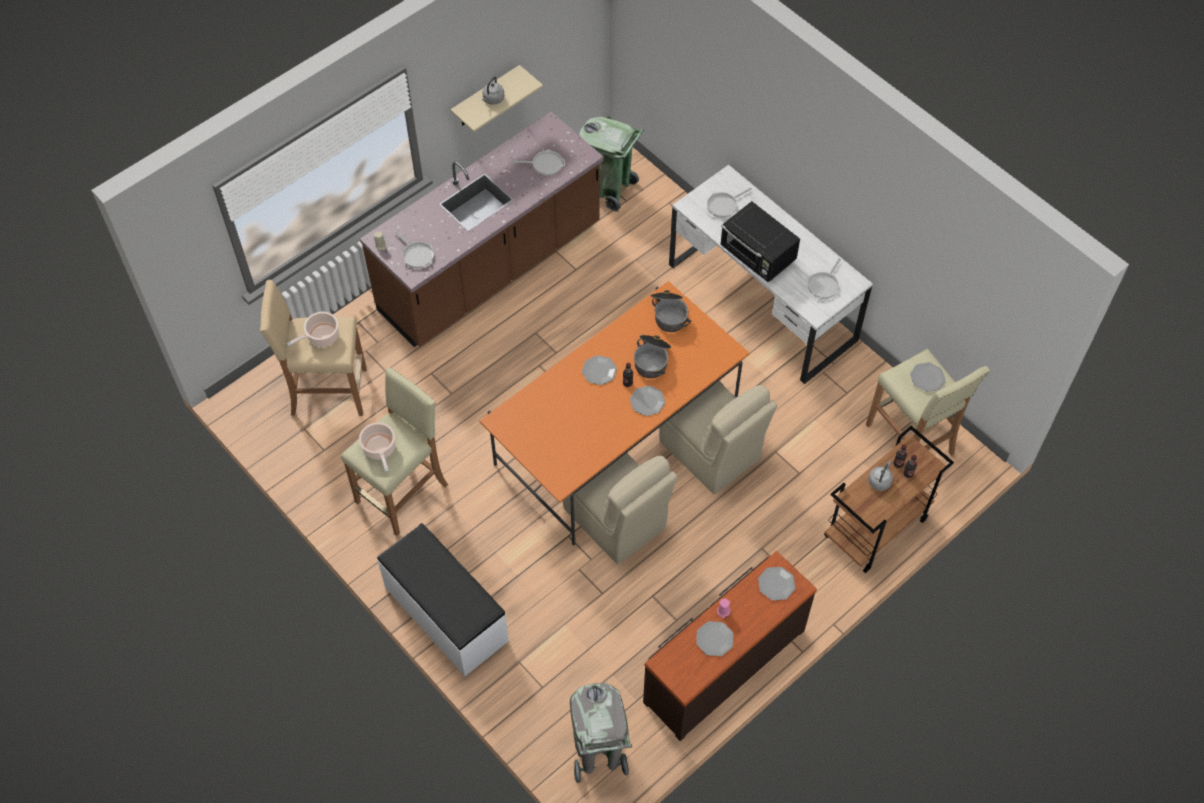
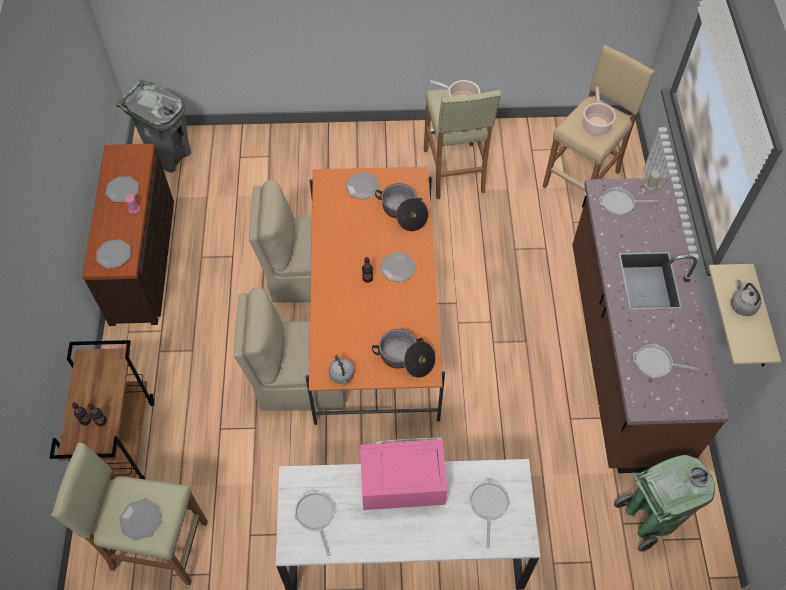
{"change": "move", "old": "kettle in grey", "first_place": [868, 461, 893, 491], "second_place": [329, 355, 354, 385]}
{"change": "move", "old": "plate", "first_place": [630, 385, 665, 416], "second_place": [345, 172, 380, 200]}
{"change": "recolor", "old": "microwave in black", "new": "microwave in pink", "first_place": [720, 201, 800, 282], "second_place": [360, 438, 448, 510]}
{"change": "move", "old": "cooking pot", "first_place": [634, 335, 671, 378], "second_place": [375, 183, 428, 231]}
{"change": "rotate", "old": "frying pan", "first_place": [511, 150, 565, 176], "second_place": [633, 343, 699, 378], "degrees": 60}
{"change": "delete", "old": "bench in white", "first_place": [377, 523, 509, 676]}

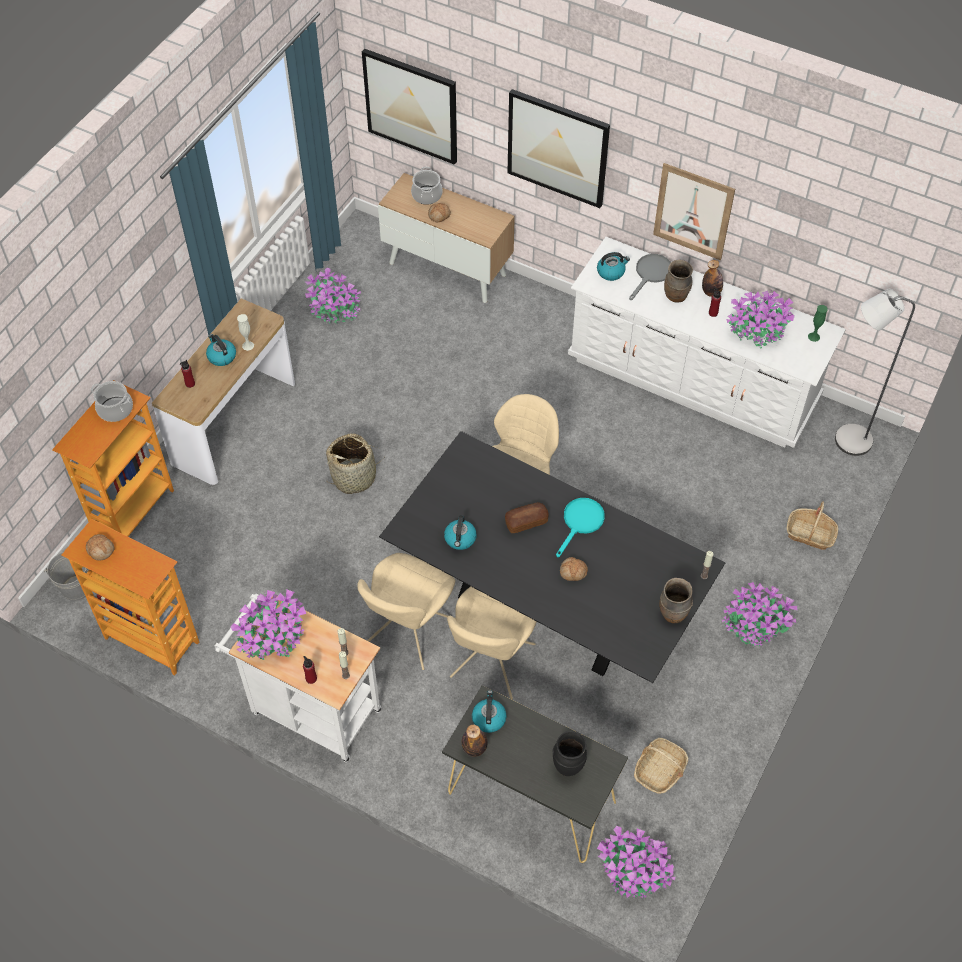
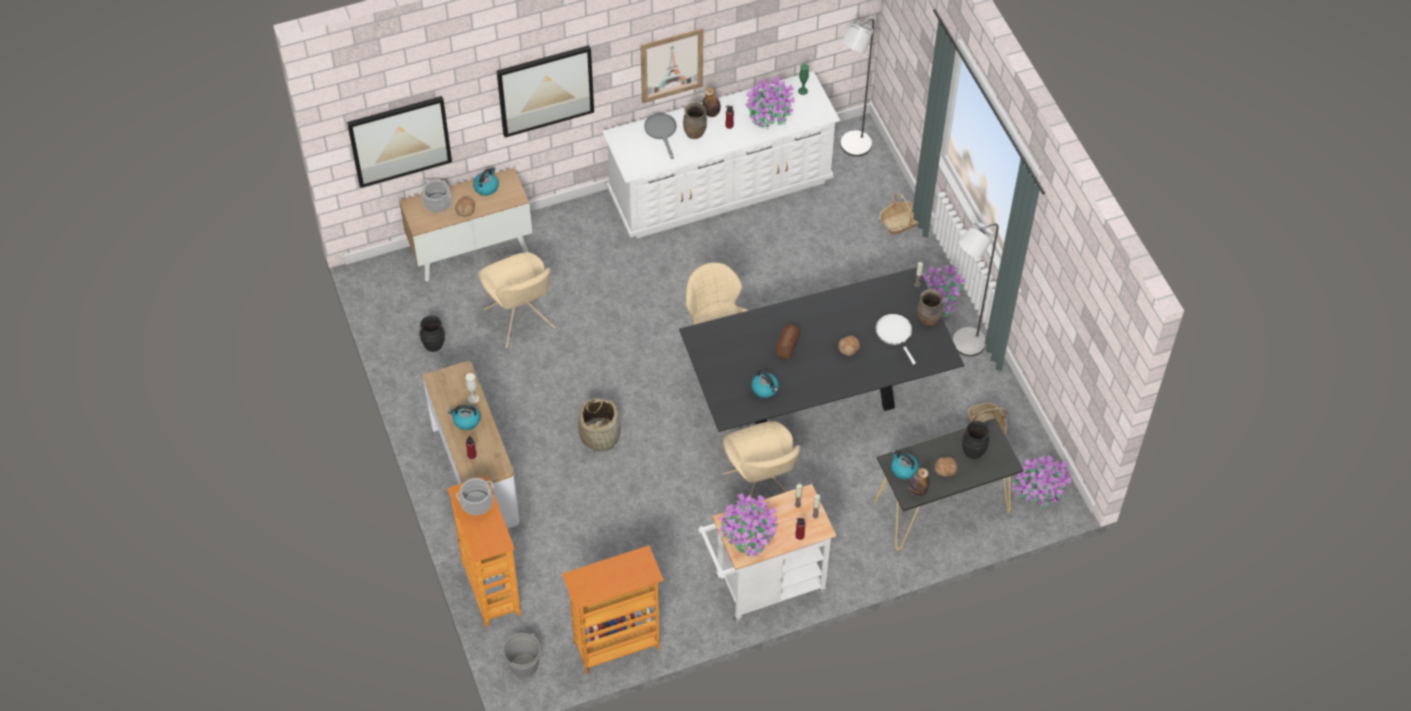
{"change": "replace", "old": "potted plant", "new": "vase in black", "first_place": [305, 268, 361, 324], "second_place": [419, 315, 445, 352]}
{"change": "move", "old": "kettle", "first_place": [597, 252, 630, 281], "second_place": [473, 167, 499, 196]}
{"change": "move", "old": "chair in beige", "first_place": [447, 587, 537, 699], "second_place": [479, 252, 555, 348]}
{"change": "insert", "new": "frying pan in white", "second_place": [876, 314, 916, 365]}
{"change": "move", "old": "bread", "first_place": [86, 534, 114, 561], "second_place": [934, 457, 958, 477]}
{"change": "insert", "new": "floor lamp in grey", "second_place": [952, 222, 999, 356]}
{"change": "delete", "old": "frying pan in turquoise", "first_place": [556, 498, 605, 557]}

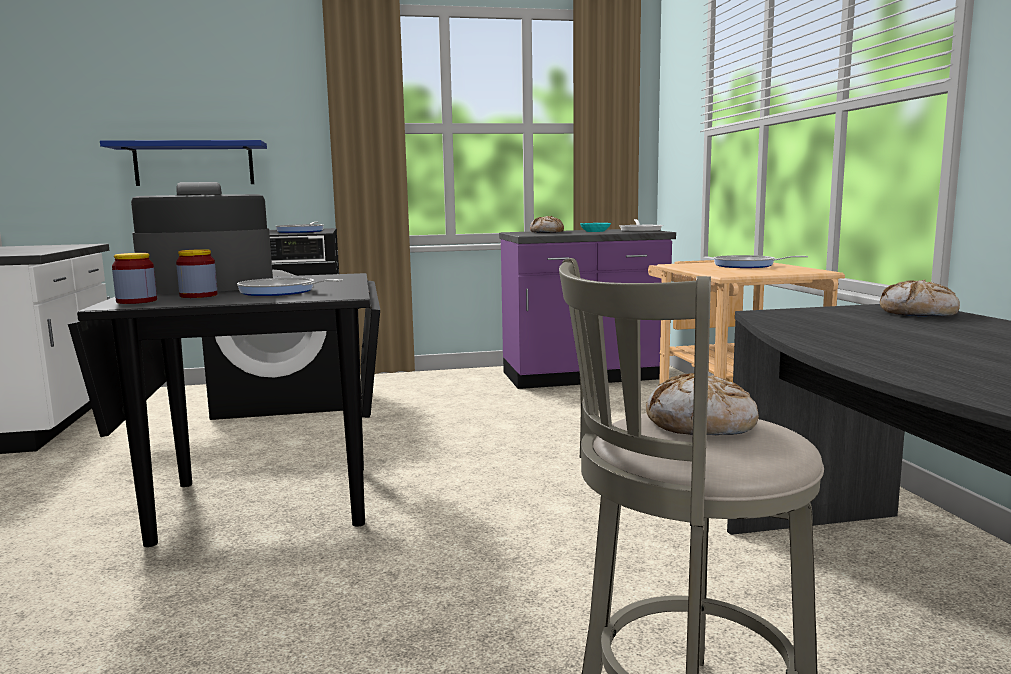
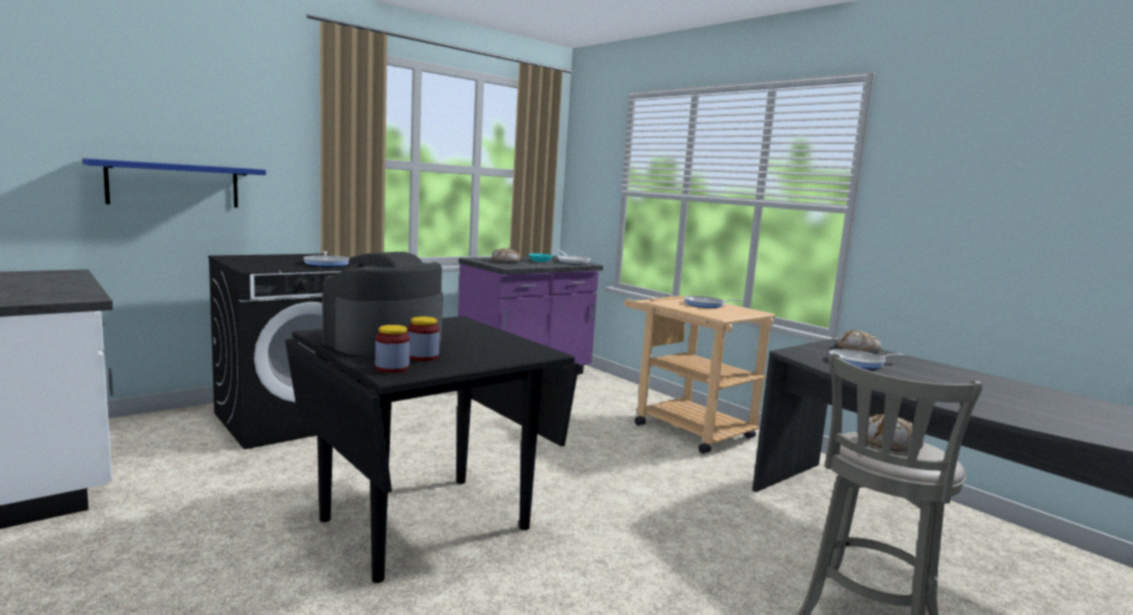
{"change": "move", "old": "frying pan", "first_place": [237, 278, 343, 296], "second_place": [829, 349, 904, 369]}

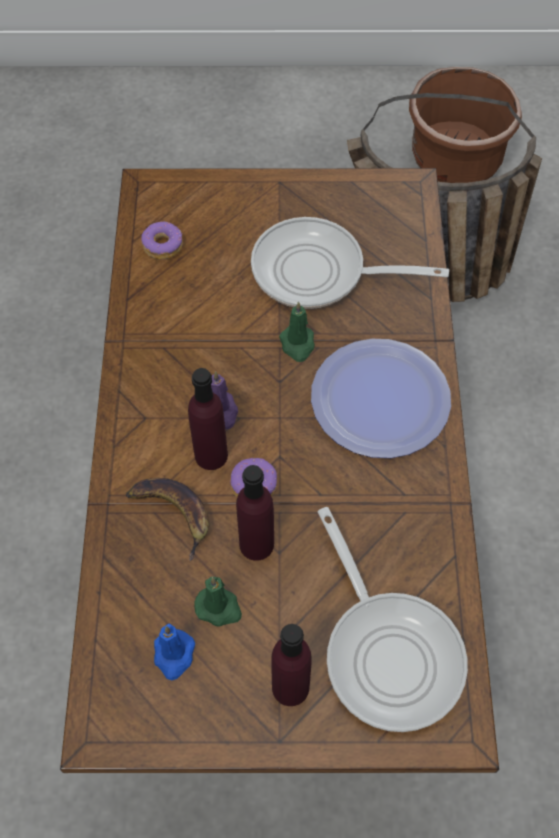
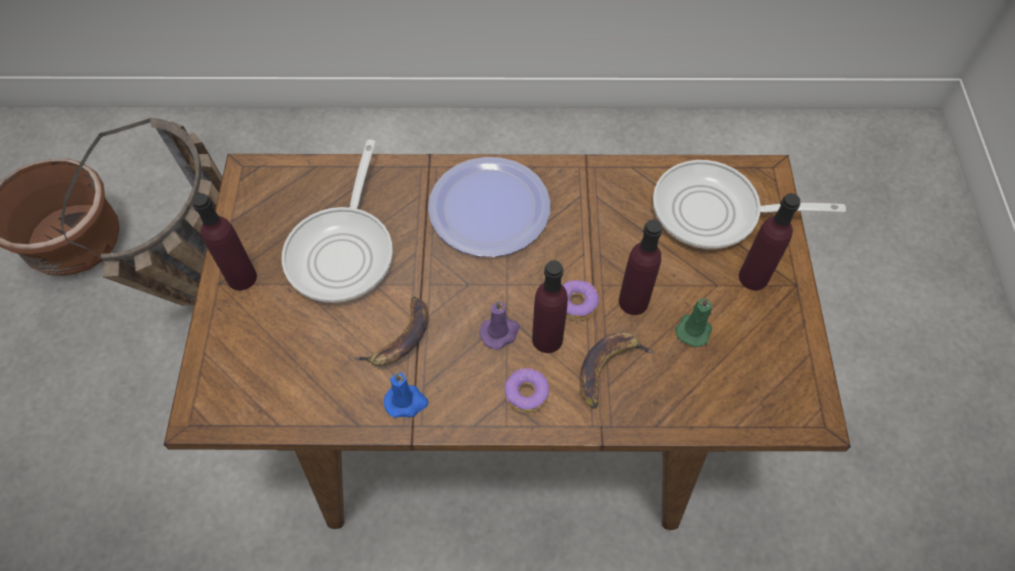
{"change": "insert", "new": "bottle in purple", "second_place": [192, 193, 257, 291]}
{"change": "insert", "new": "banana", "second_place": [354, 297, 429, 366]}
{"change": "move", "old": "candle in blue", "first_place": [154, 624, 195, 680], "second_place": [384, 372, 429, 418]}
{"change": "move", "old": "donut", "first_place": [141, 222, 183, 259], "second_place": [505, 368, 549, 413]}
{"change": "rotate", "old": "frying pan", "first_place": [318, 507, 468, 732], "second_place": [653, 160, 846, 249], "degrees": -150}
{"change": "delete", "old": "candle in green", "first_place": [279, 301, 315, 362]}

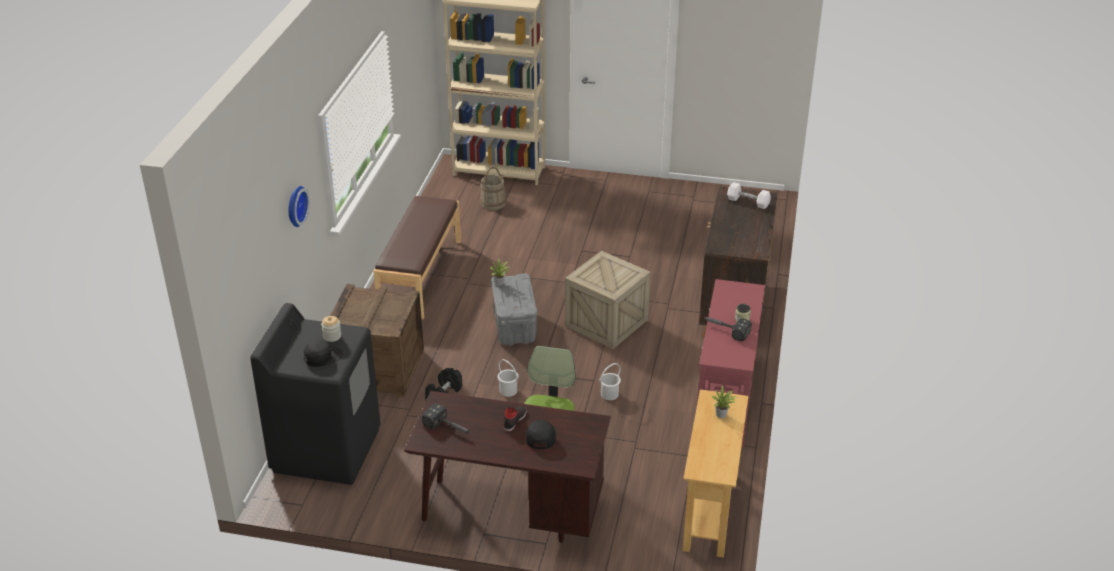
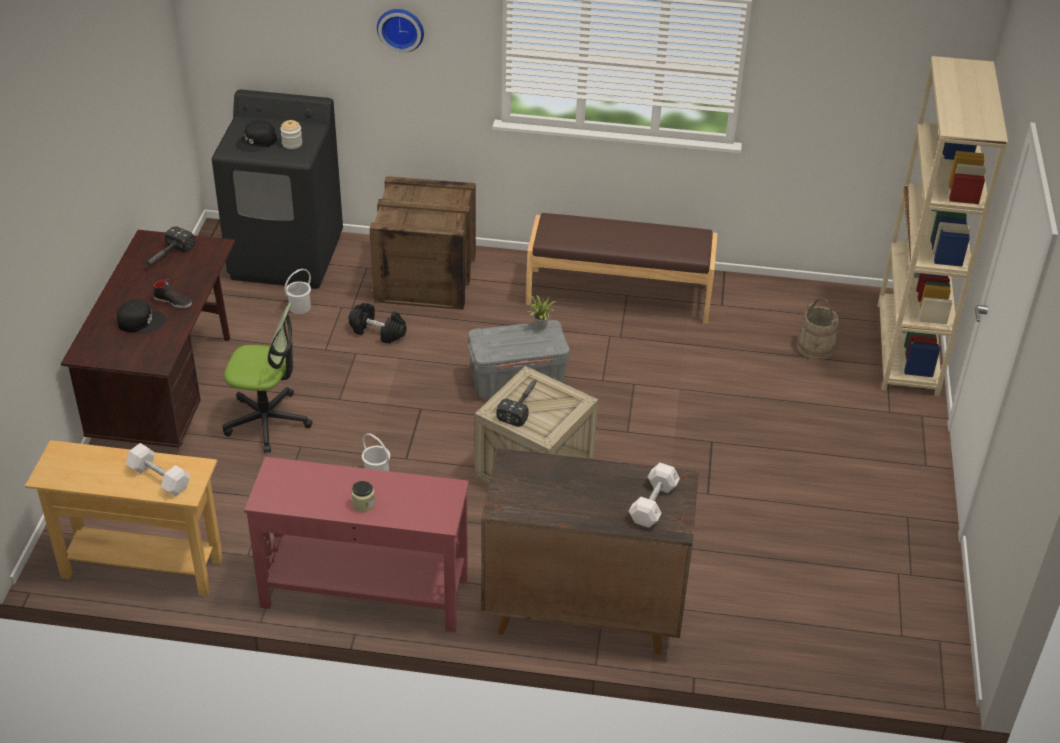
{"change": "replace", "old": "potted plant", "new": "dumbbell in white", "first_place": [712, 385, 738, 418], "second_place": [126, 443, 190, 496]}
{"change": "rotate", "old": "cap in black", "first_place": [304, 339, 343, 367], "second_place": [236, 120, 277, 152], "degrees": 75}
{"change": "move", "old": "bucket in white", "first_place": [498, 359, 519, 397], "second_place": [284, 269, 311, 314]}
{"change": "move", "old": "hammer", "first_place": [703, 317, 752, 341], "second_place": [496, 379, 537, 427]}

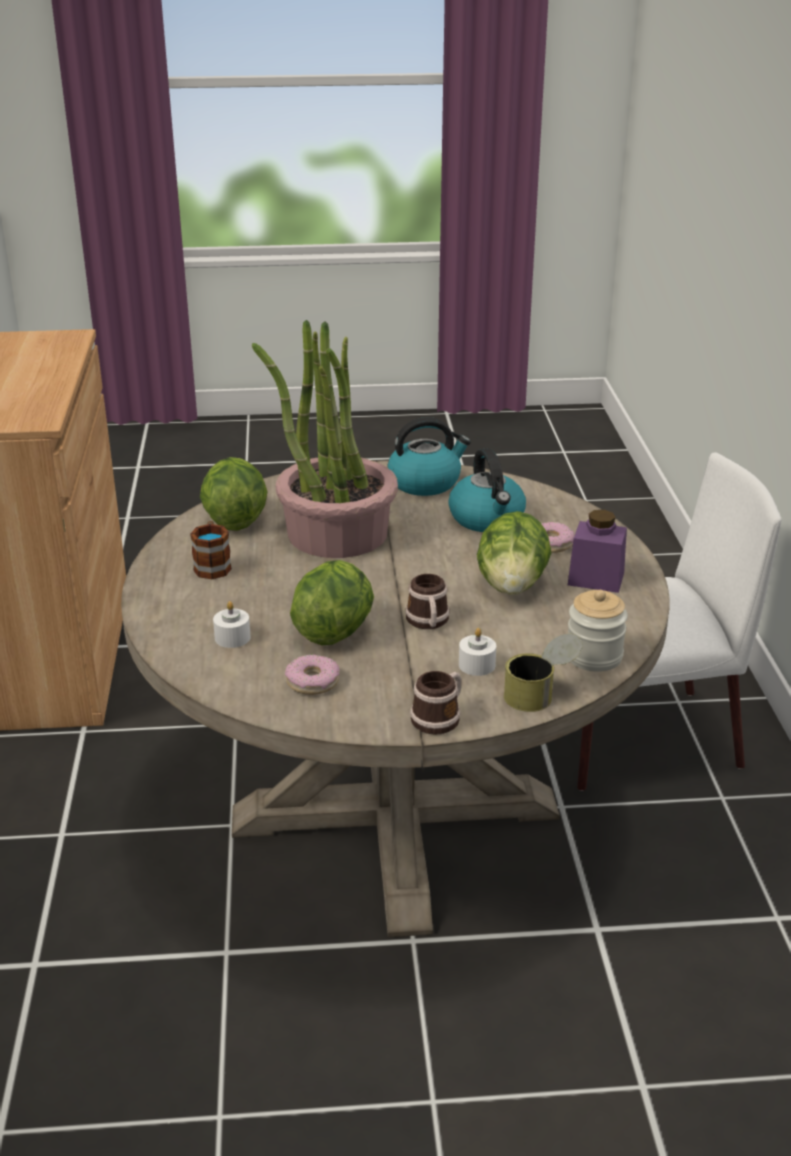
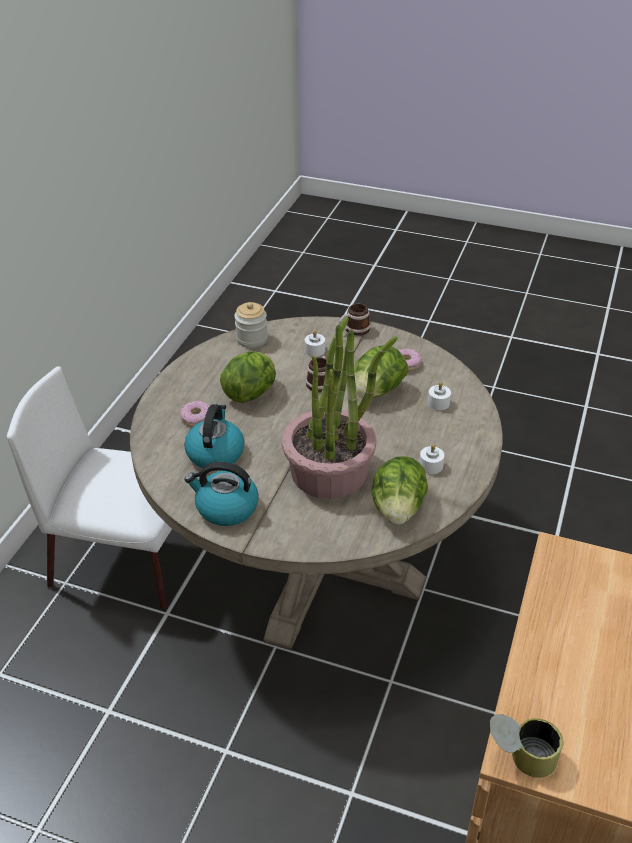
{"change": "replace", "old": "mug", "new": "candle in white", "first_place": [190, 521, 232, 579], "second_place": [419, 445, 444, 474]}
{"change": "move", "old": "can", "first_place": [504, 634, 583, 712], "second_place": [490, 714, 563, 778]}
{"change": "delete", "old": "jar in purple", "first_place": [568, 510, 627, 593]}

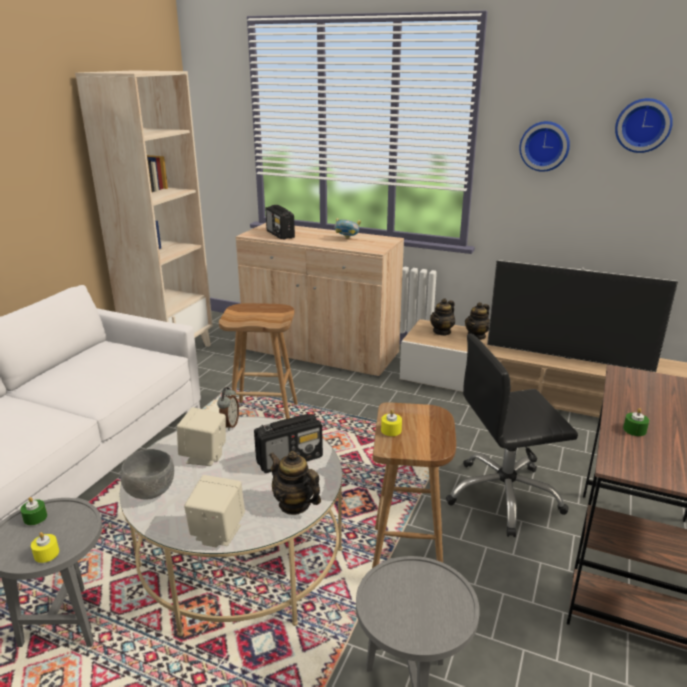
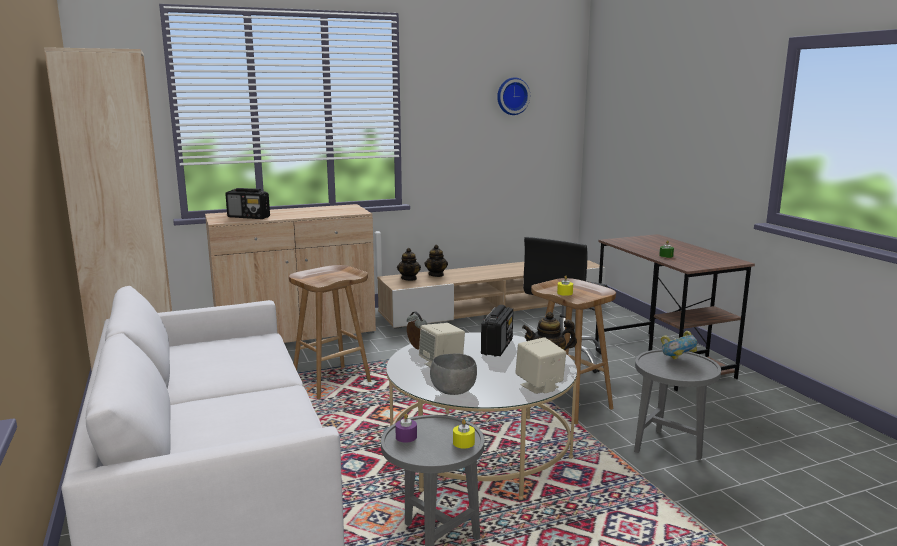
{"change": "recolor", "old": "candle in green", "new": "candle in purple", "first_place": [20, 497, 47, 525], "second_place": [395, 414, 417, 442]}
{"change": "move", "old": "bowl", "first_place": [334, 218, 361, 239], "second_place": [661, 331, 697, 360]}
{"change": "delete", "old": "television", "first_place": [487, 260, 678, 372]}
{"change": "delete", "old": "wall clock", "first_place": [519, 121, 570, 172]}

